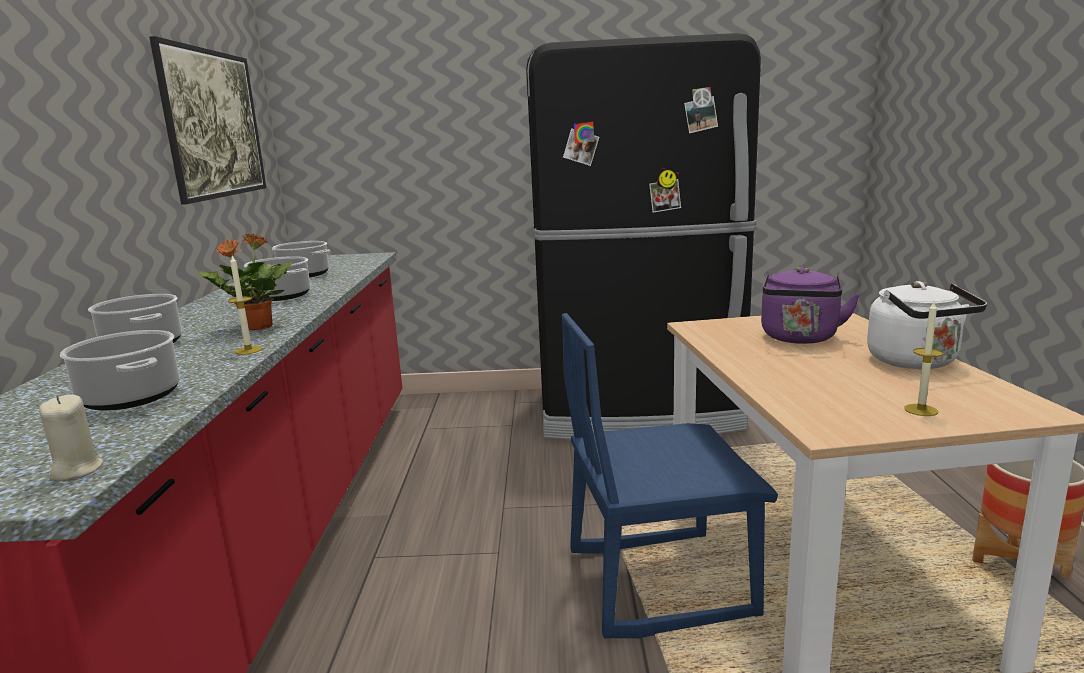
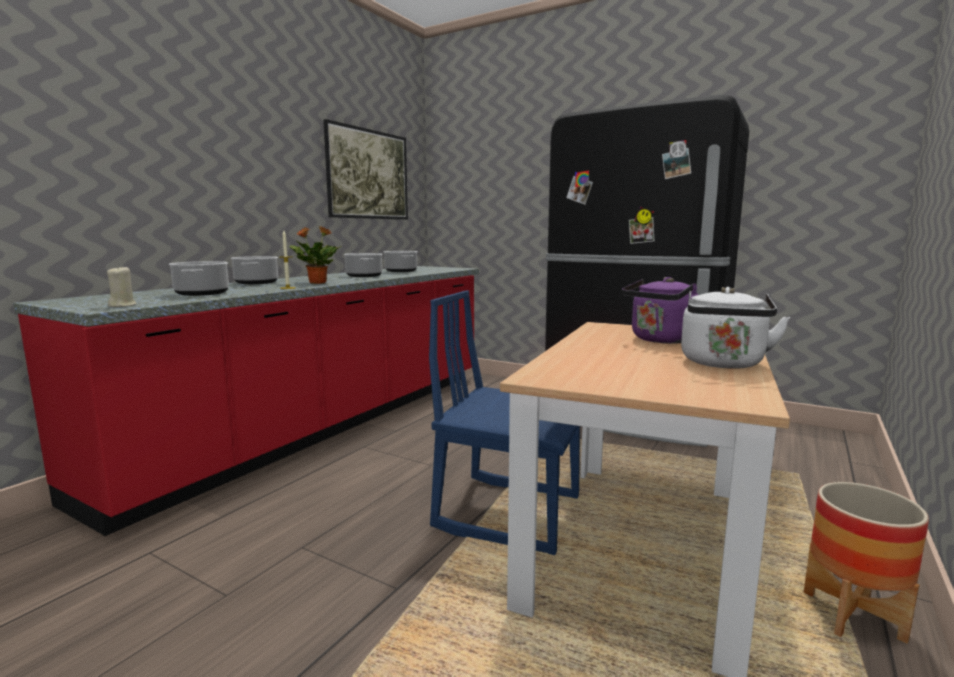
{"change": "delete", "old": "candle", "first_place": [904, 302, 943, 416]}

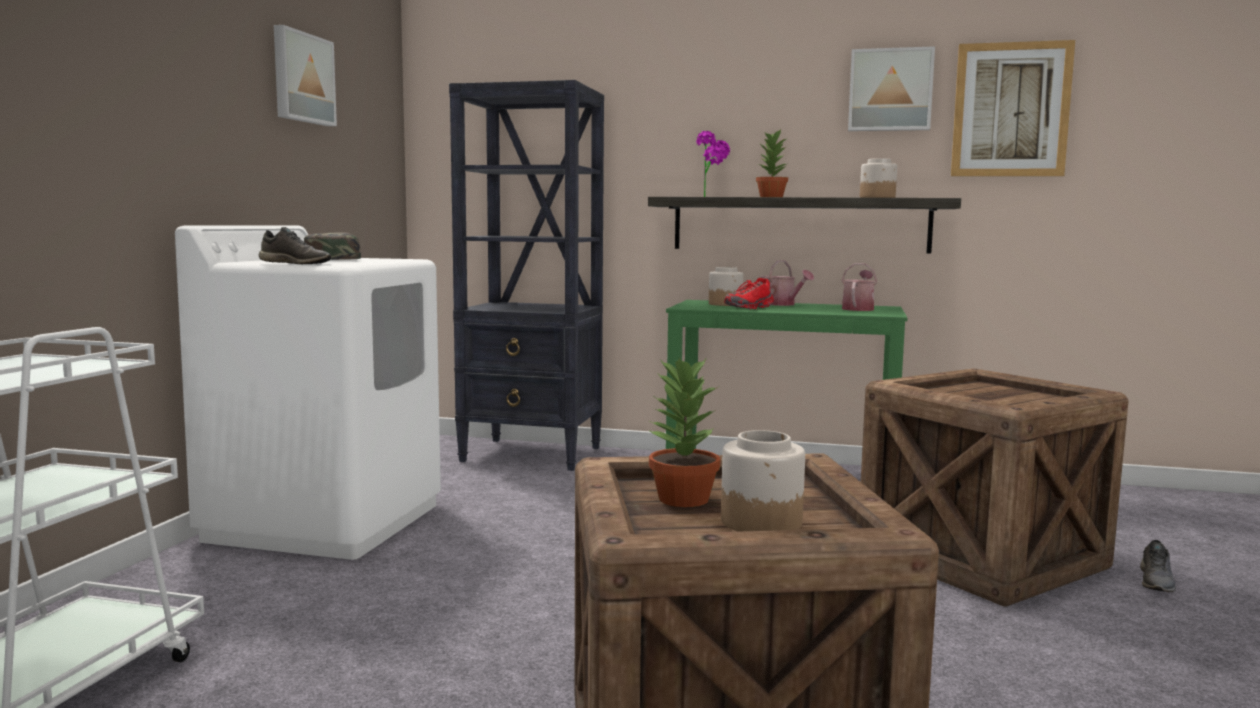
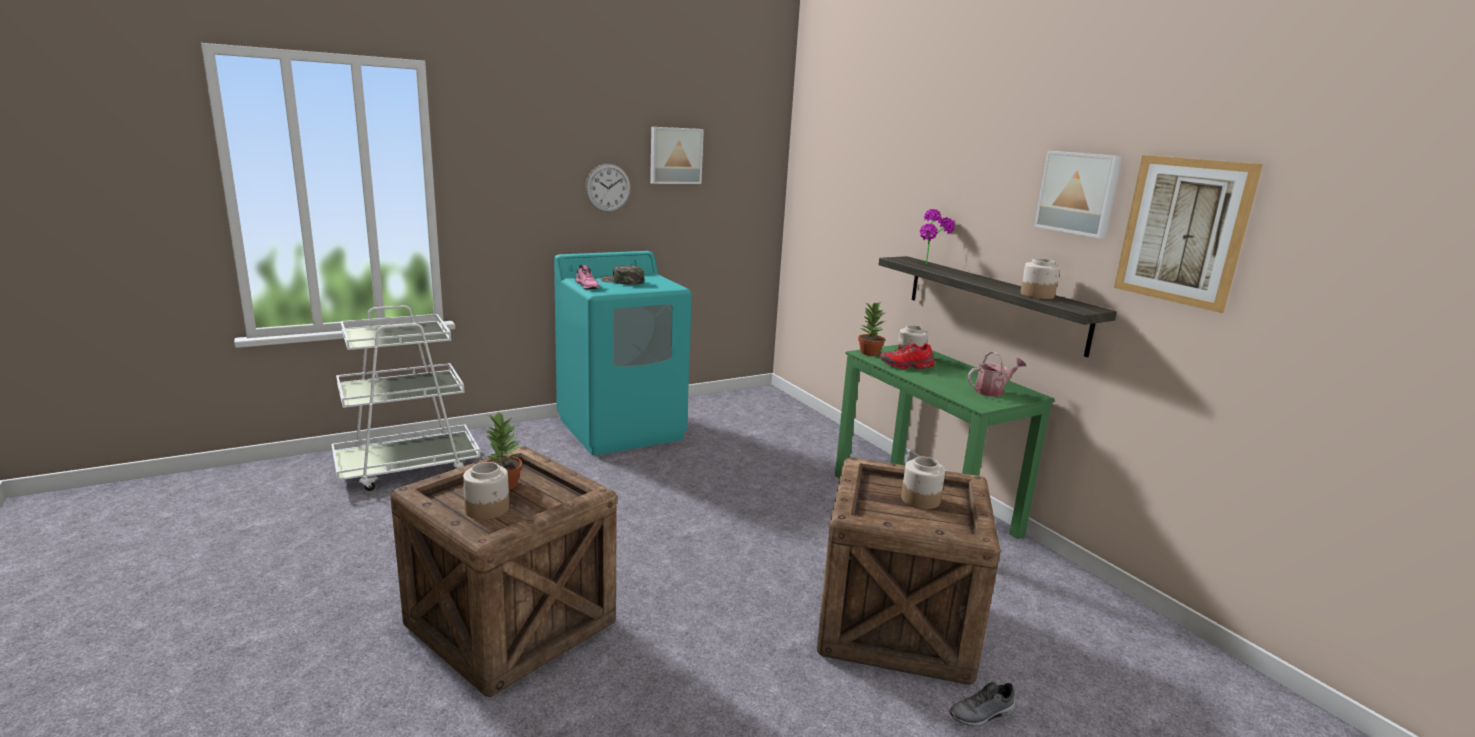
{"change": "recolor", "old": "washing machine in white", "new": "washing machine in turquoise", "first_place": [175, 225, 441, 560], "second_place": [554, 251, 692, 456]}
{"change": "recolor", "old": "shoe in grey", "new": "shoe in pink", "first_place": [259, 227, 332, 264], "second_place": [575, 265, 599, 289]}
{"change": "insert", "new": "wall clock", "second_place": [585, 164, 631, 212]}
{"change": "move", "old": "potted plant", "first_place": [756, 129, 789, 197], "second_place": [858, 302, 885, 356]}
{"change": "insert", "new": "jar", "second_place": [901, 457, 945, 509]}
{"change": "delete", "old": "bookcase in black", "first_place": [449, 80, 604, 471]}
{"change": "delete", "old": "watering can", "first_place": [760, 260, 814, 306]}

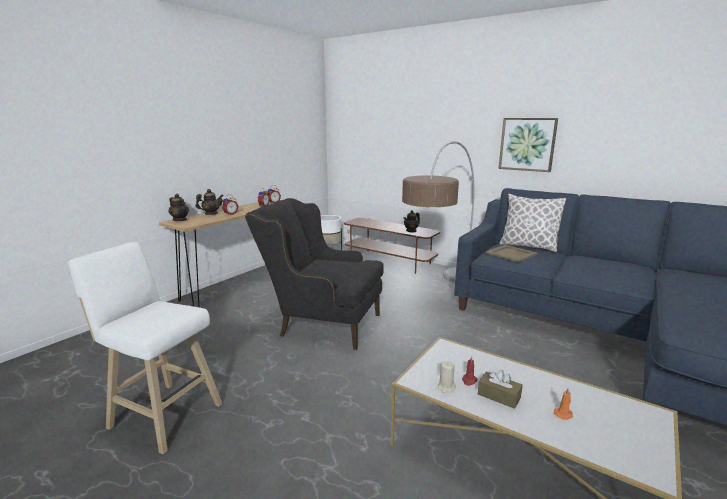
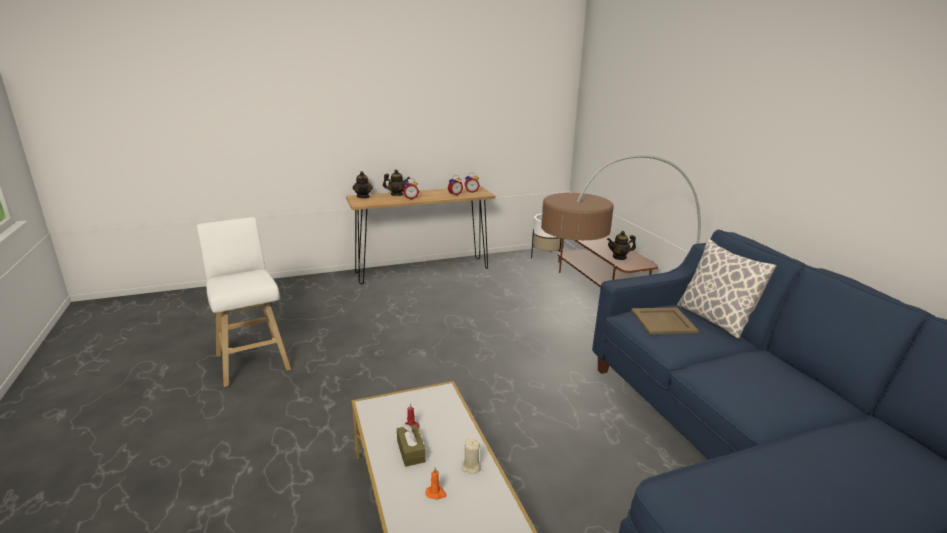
{"change": "move", "old": "candle in beige", "first_place": [437, 361, 456, 393], "second_place": [462, 439, 481, 474]}
{"change": "delete", "old": "armchair in black", "first_place": [245, 198, 384, 350]}
{"change": "delete", "old": "picture", "first_place": [499, 118, 558, 172]}

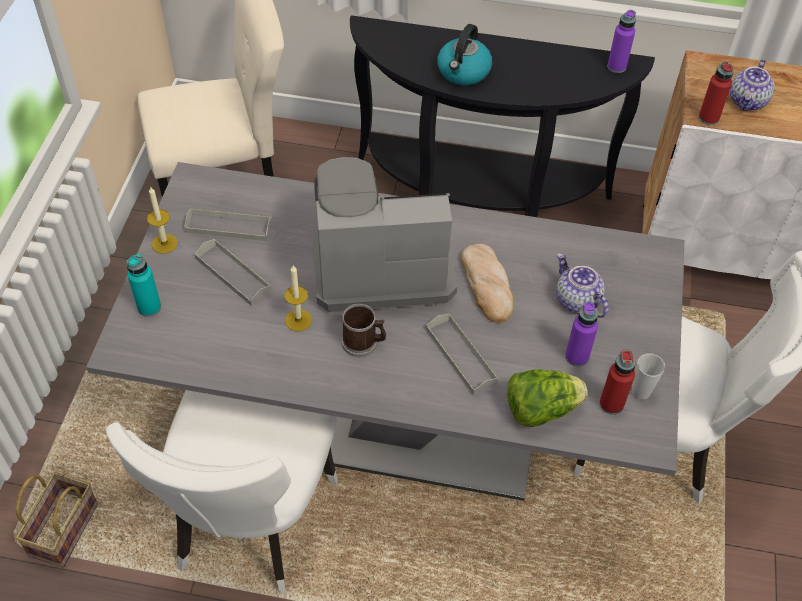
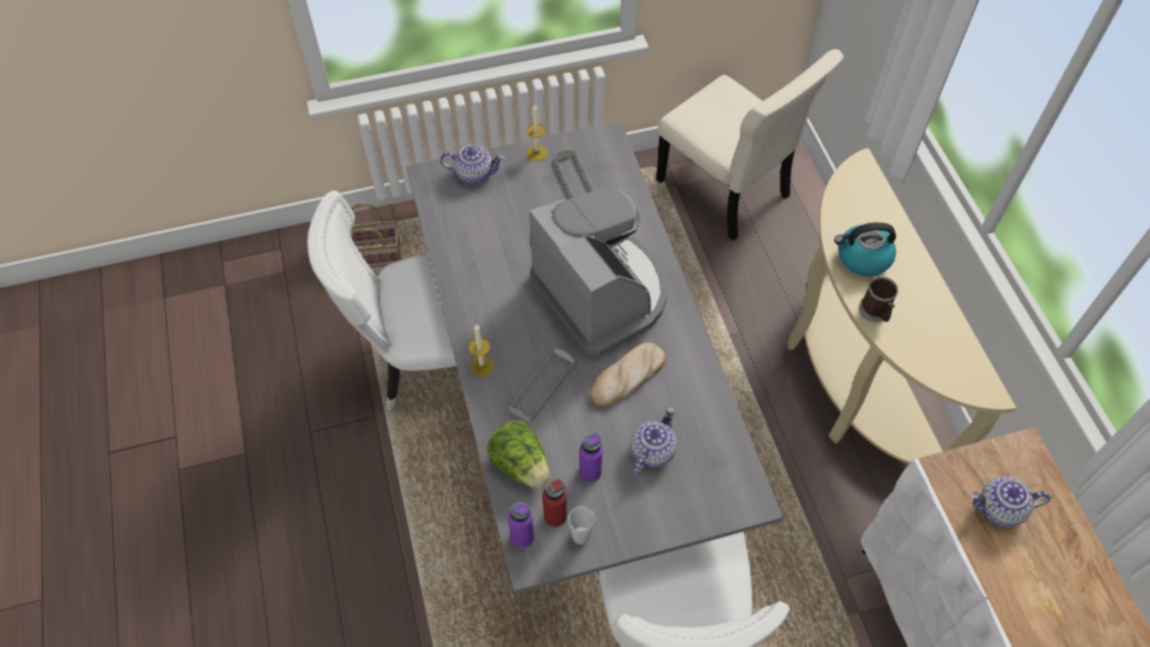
{"change": "replace", "old": "bottle in turquoise", "new": "teapot", "first_place": [127, 254, 161, 317], "second_place": [440, 145, 505, 184]}
{"change": "move", "old": "candle", "first_place": [284, 266, 312, 331], "second_place": [469, 324, 495, 377]}
{"change": "move", "old": "bottle in purple", "first_place": [607, 10, 636, 73], "second_place": [508, 502, 534, 548]}
{"change": "recolor", "old": "console table in black", "new": "console table in beige", "first_place": [350, 15, 655, 217], "second_place": [788, 148, 1016, 464]}
{"change": "move", "old": "mug", "first_place": [342, 304, 386, 357], "second_place": [859, 277, 898, 322]}
{"change": "delete", "old": "tray in grey", "first_place": [194, 239, 272, 306]}
{"change": "delete", "old": "bottle in red", "first_place": [699, 61, 734, 125]}

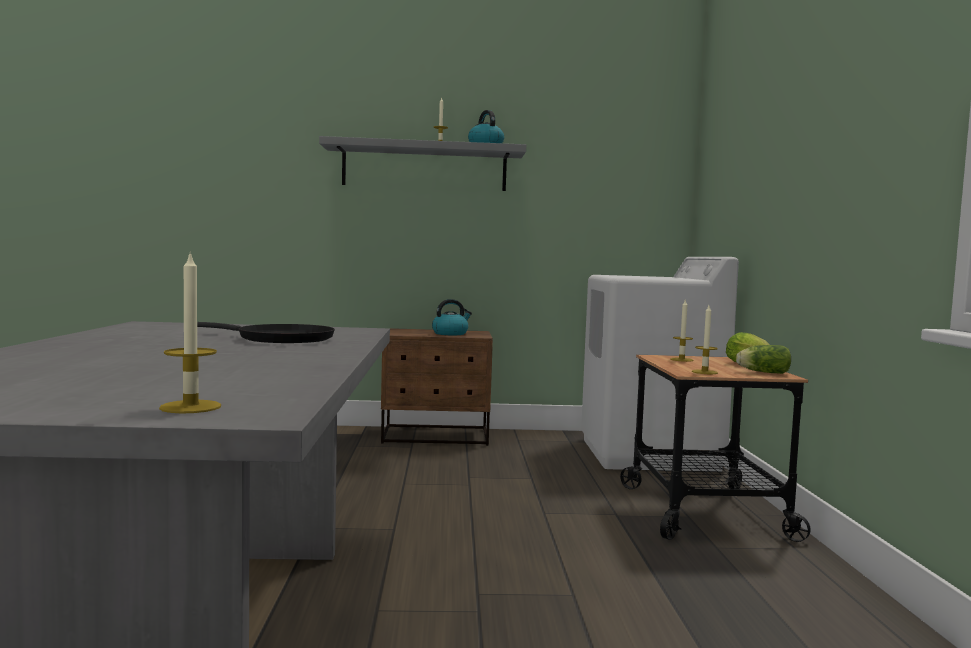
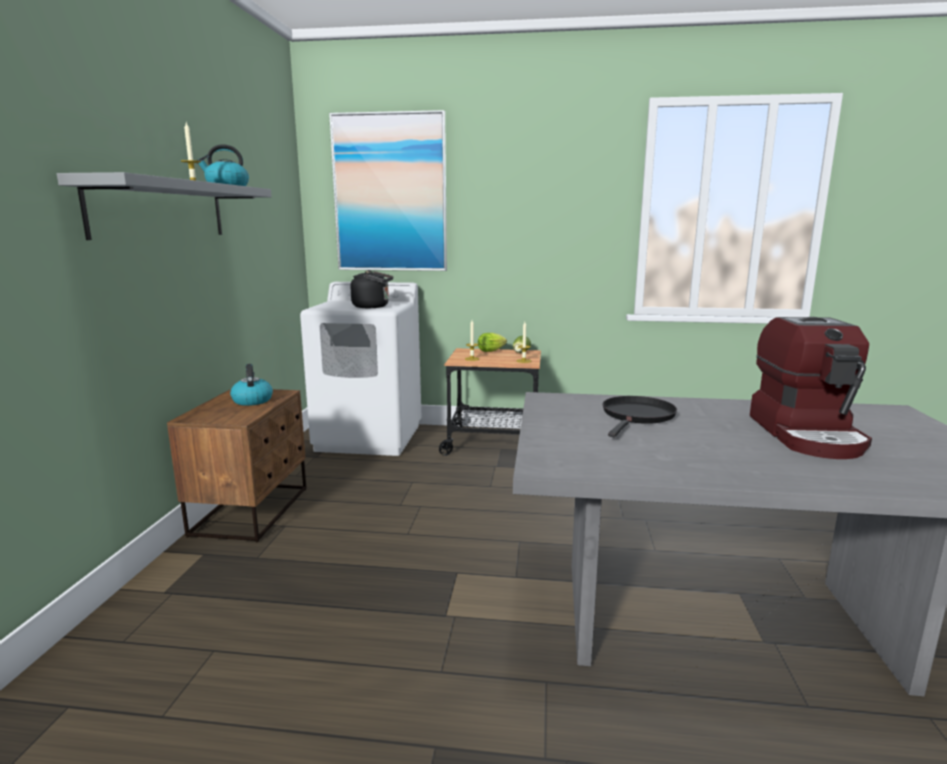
{"change": "insert", "new": "picture", "second_place": [329, 110, 447, 271]}
{"change": "insert", "new": "kettle in black", "second_place": [350, 270, 393, 308]}
{"change": "insert", "new": "coffee machine", "second_place": [750, 317, 872, 459]}
{"change": "delete", "old": "candle", "first_place": [159, 251, 221, 413]}

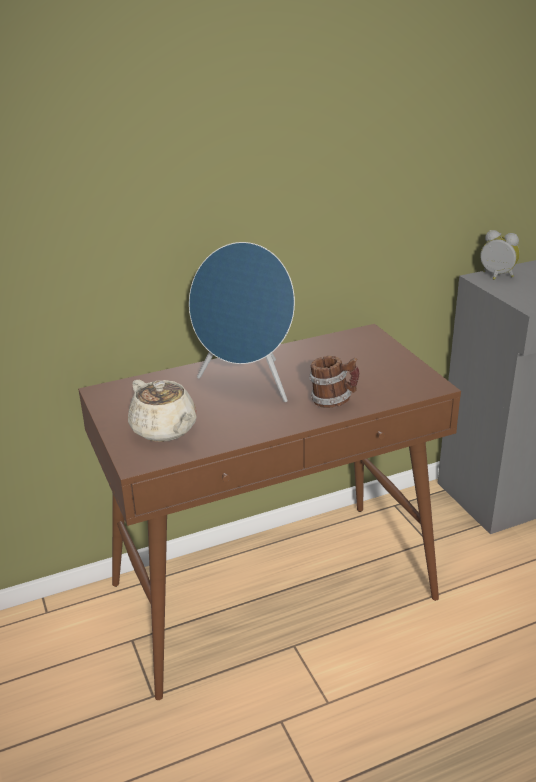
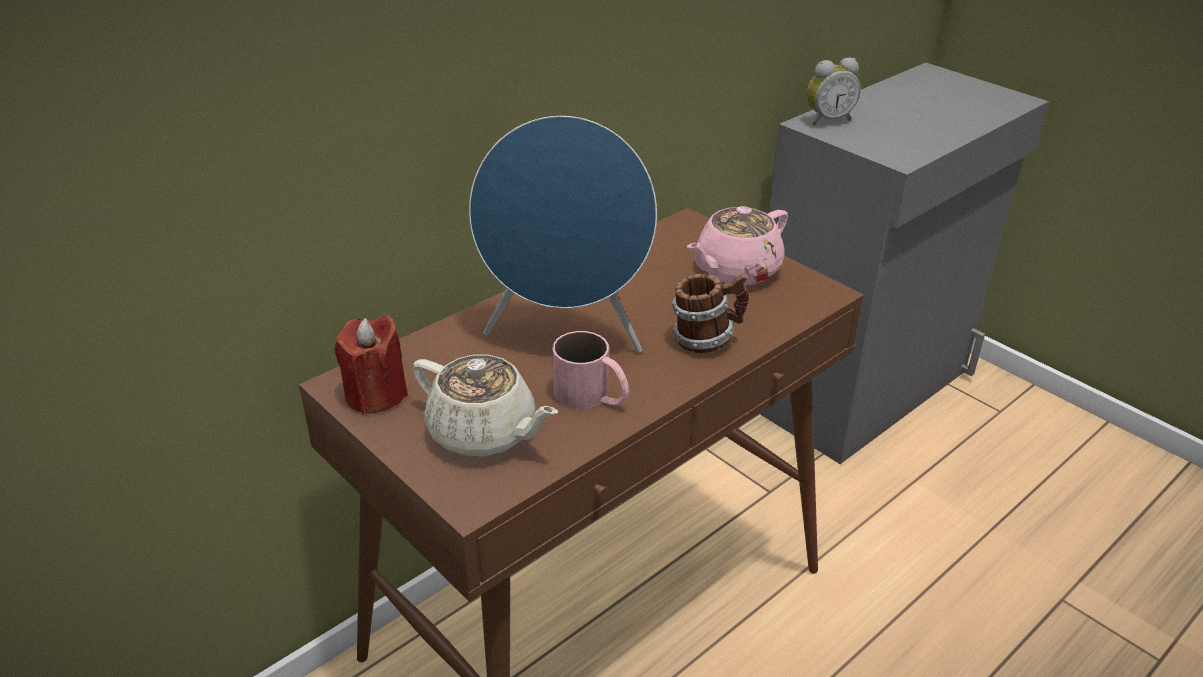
{"change": "insert", "new": "candle in red", "second_place": [335, 315, 408, 415]}
{"change": "insert", "new": "mug in pink", "second_place": [553, 331, 629, 409]}
{"change": "insert", "new": "teapot in pink", "second_place": [687, 206, 788, 285]}
{"change": "rotate", "old": "alarm clock", "first_place": [480, 230, 520, 280], "second_place": [807, 58, 861, 126], "degrees": 150}

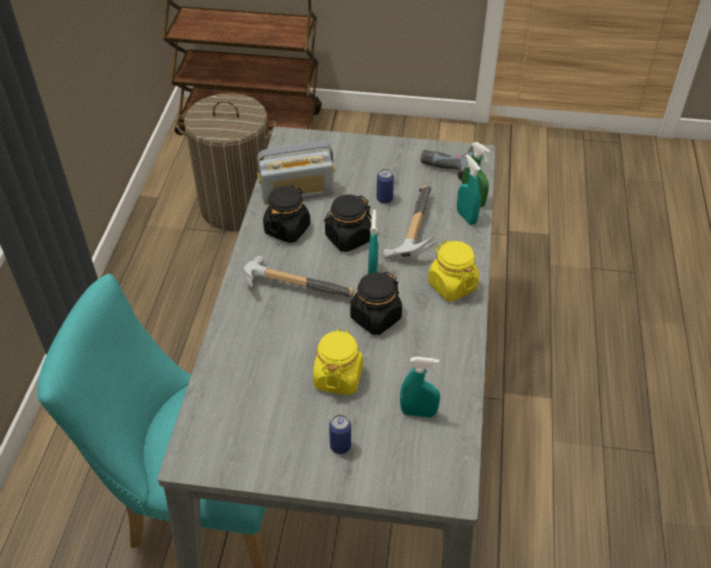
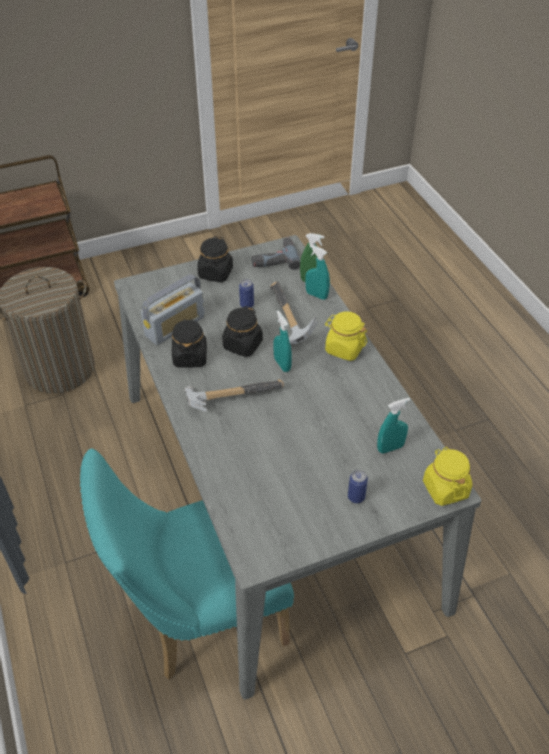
{"change": "move", "old": "jar in black", "first_place": [350, 272, 402, 335], "second_place": [197, 236, 233, 282]}
{"change": "move", "old": "jar in yellow", "first_place": [313, 328, 363, 395], "second_place": [423, 447, 472, 506]}

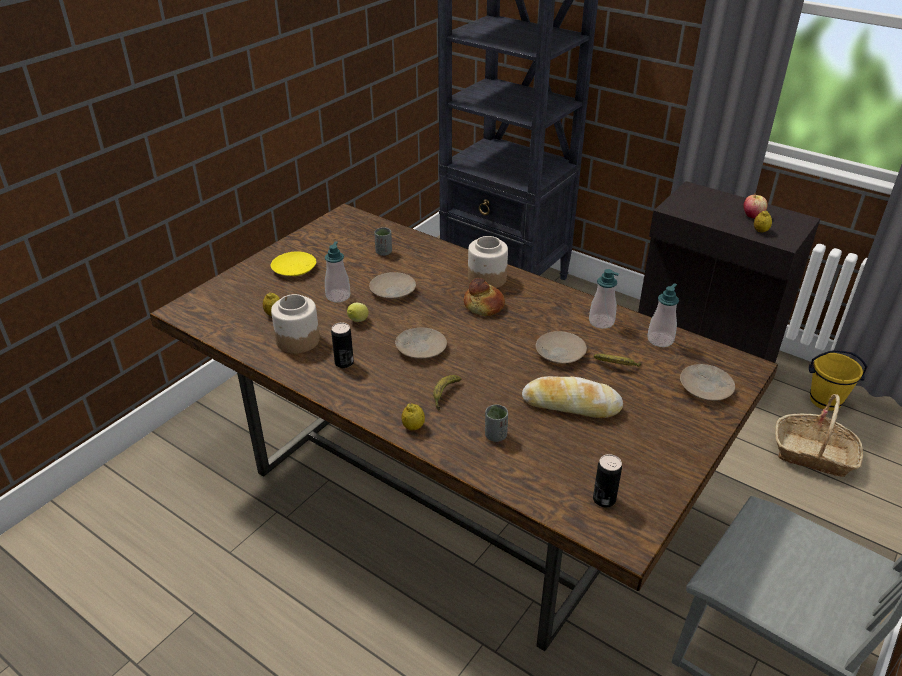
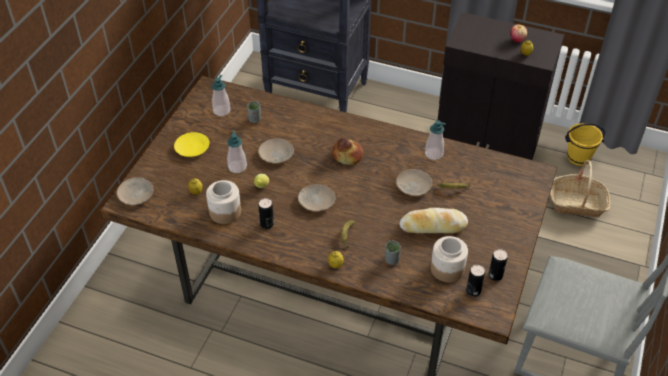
{"change": "move", "old": "plate in beige", "first_place": [680, 364, 735, 401], "second_place": [117, 177, 154, 205]}
{"change": "move", "old": "soap dispenser", "first_place": [647, 283, 679, 347], "second_place": [212, 75, 231, 116]}
{"change": "move", "old": "jar", "first_place": [468, 236, 508, 288], "second_place": [431, 236, 468, 283]}
{"change": "insert", "new": "can", "second_place": [489, 249, 508, 281]}

